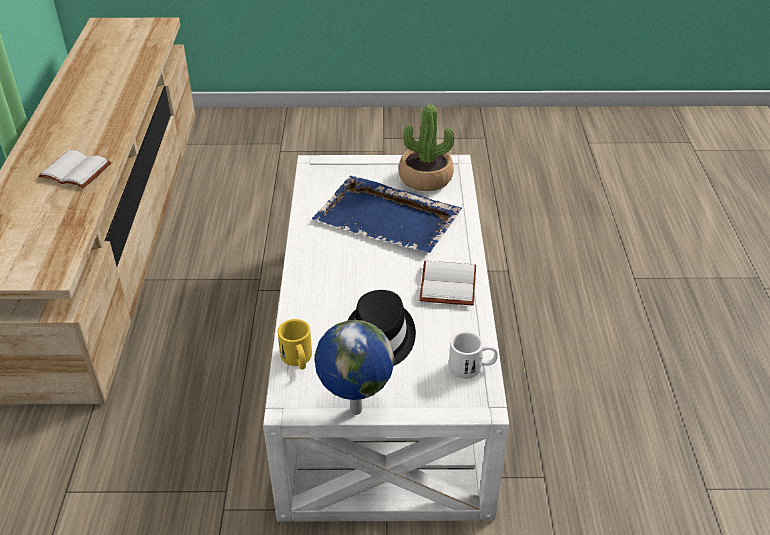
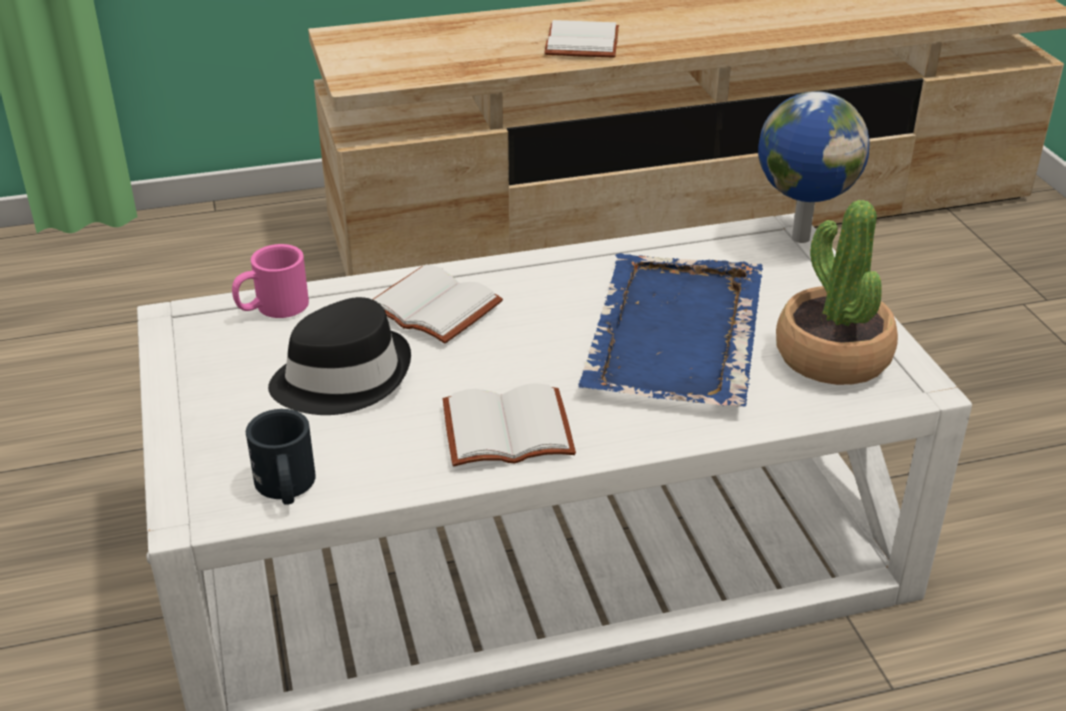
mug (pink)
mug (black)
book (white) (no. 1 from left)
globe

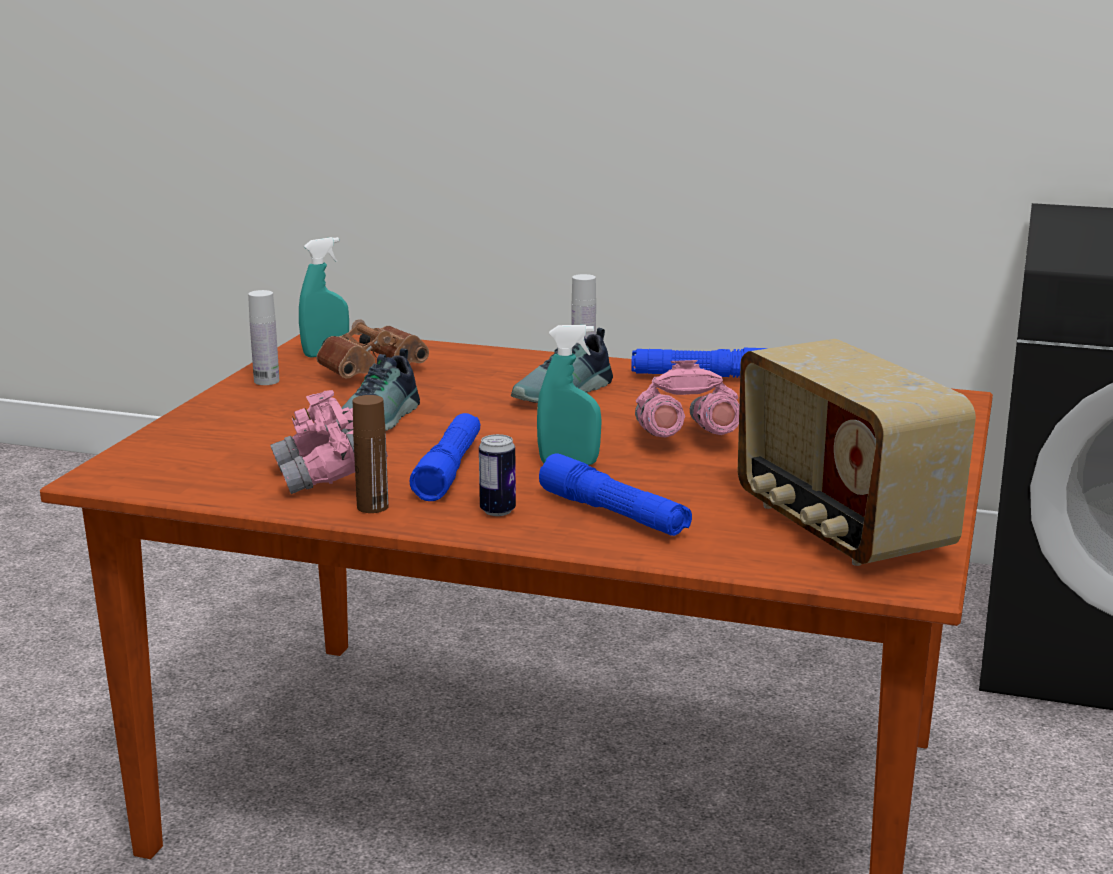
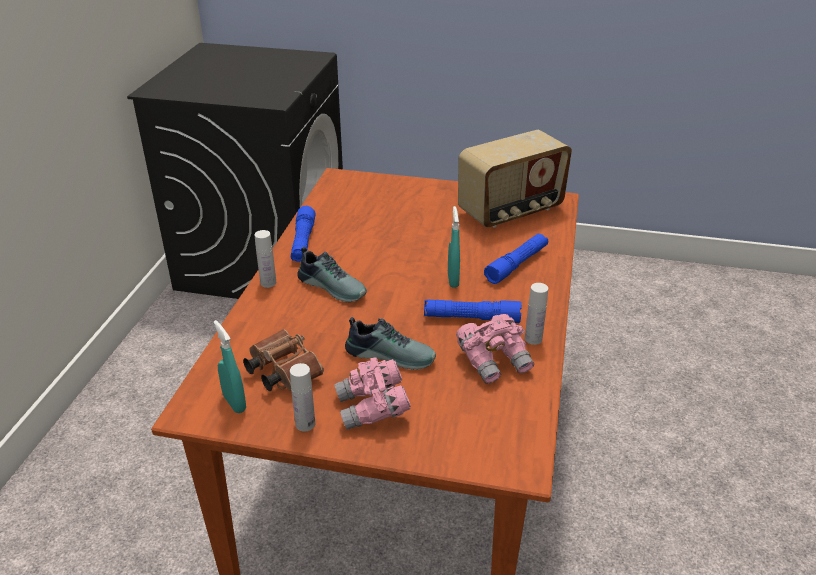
binoculars (pink) (no. 1 from left)
bottle (white) (no. 3 from left)
can

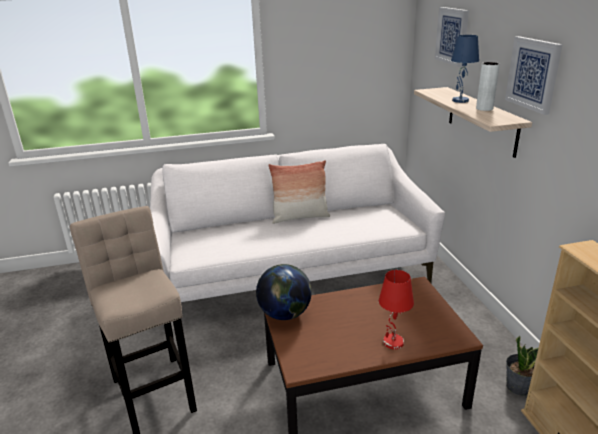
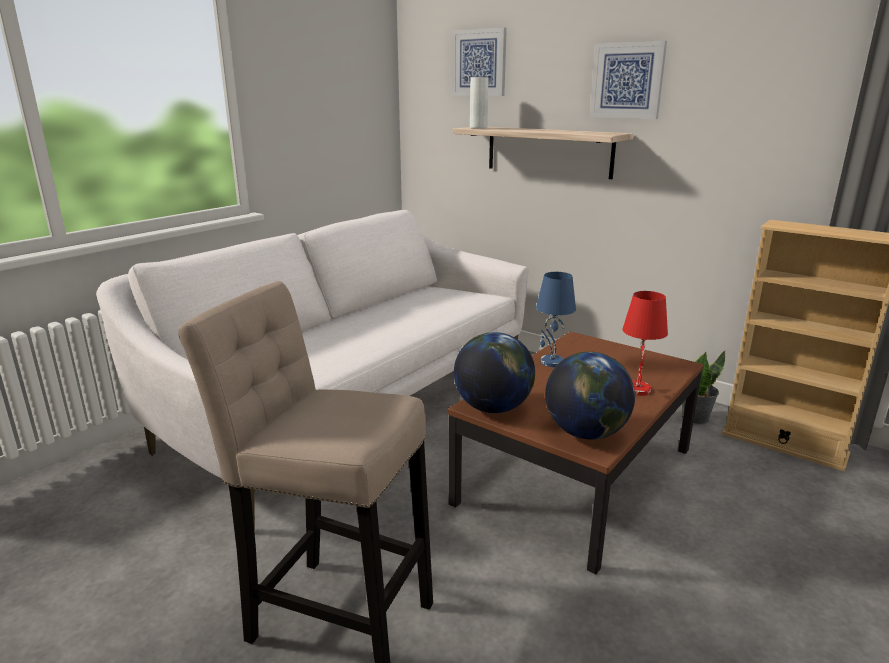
vase (white)
table lamp (blue)
globe (no. 2 from left)
pillow

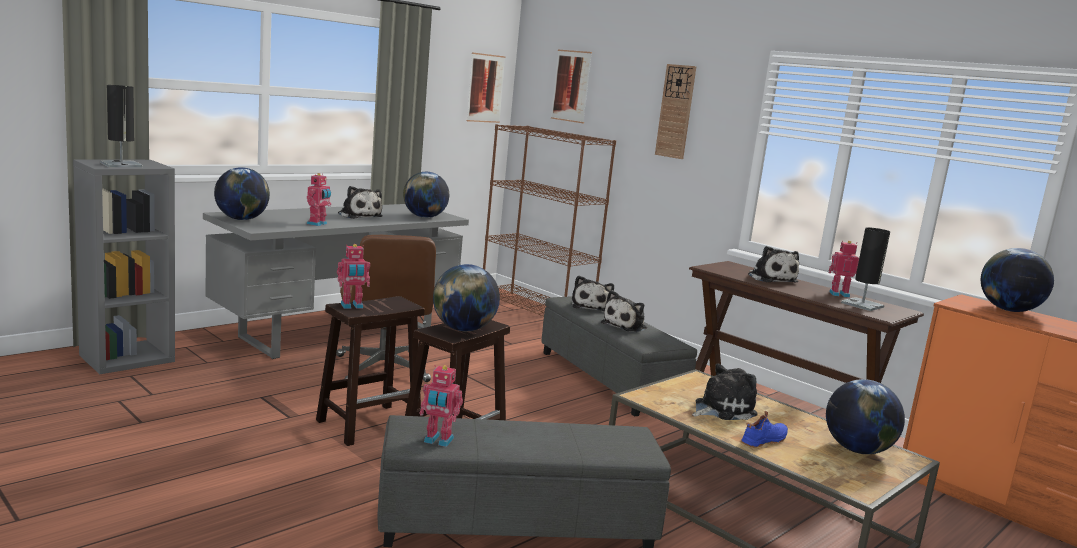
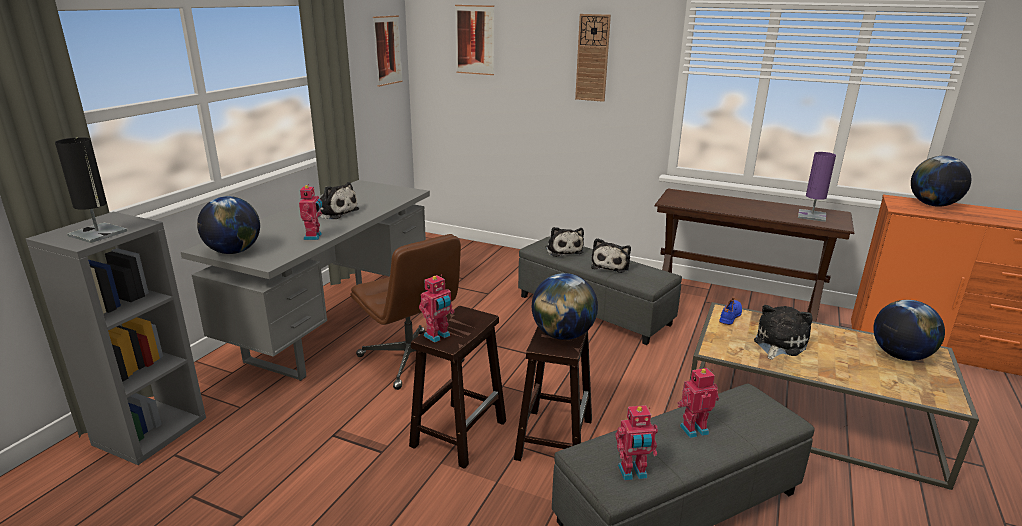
toy robot (no. 4 from left)
shoe (blue)
table lamp (purple)
globe (no. 2 from left in the first image)
bookcase (brown)
plush toy (no. 5 from left in the first image)

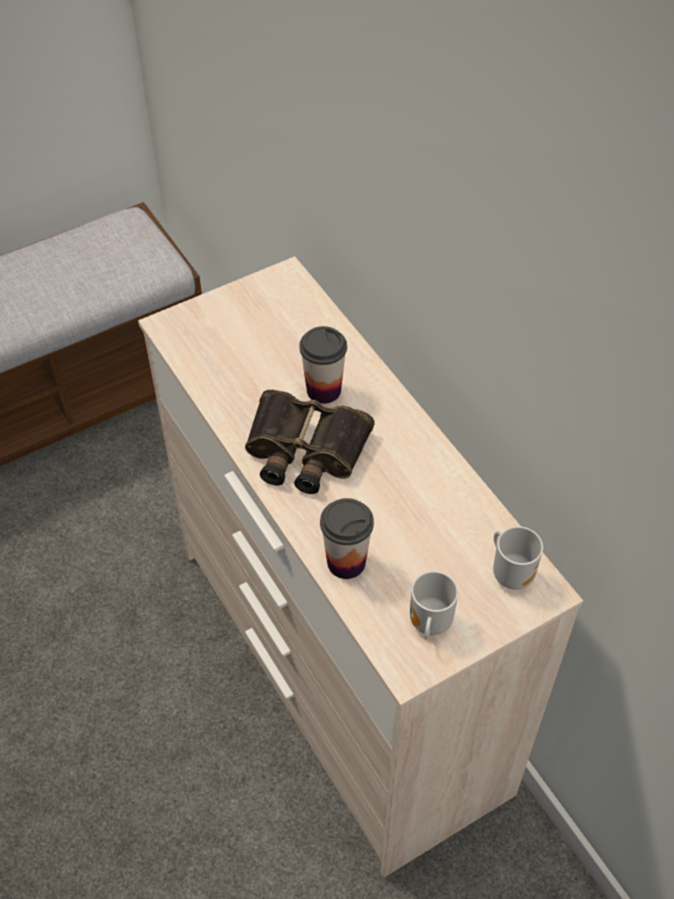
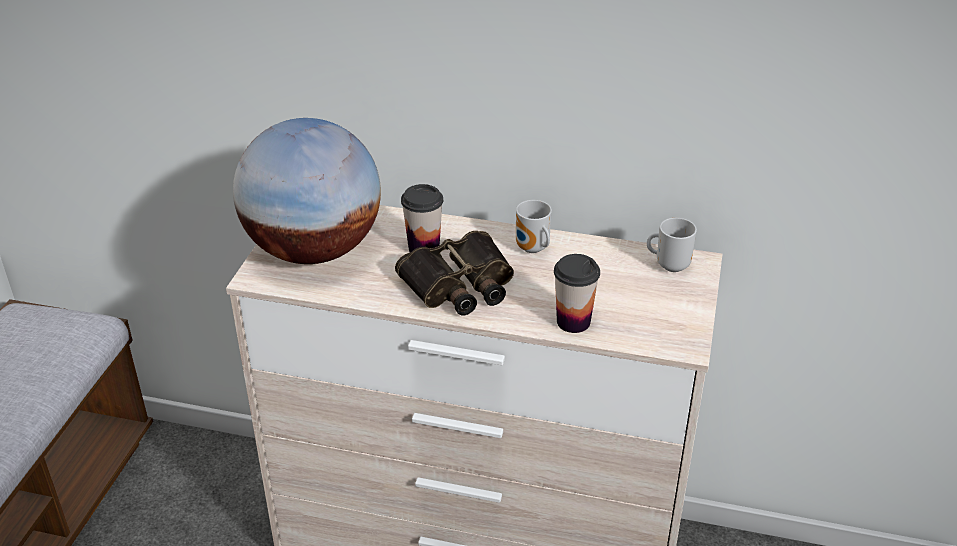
globe
mug (no. 1 from left)

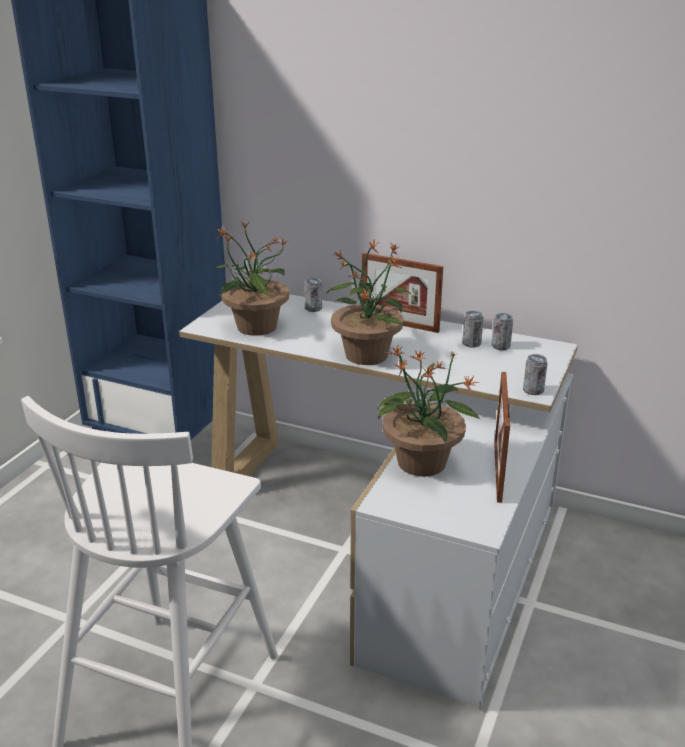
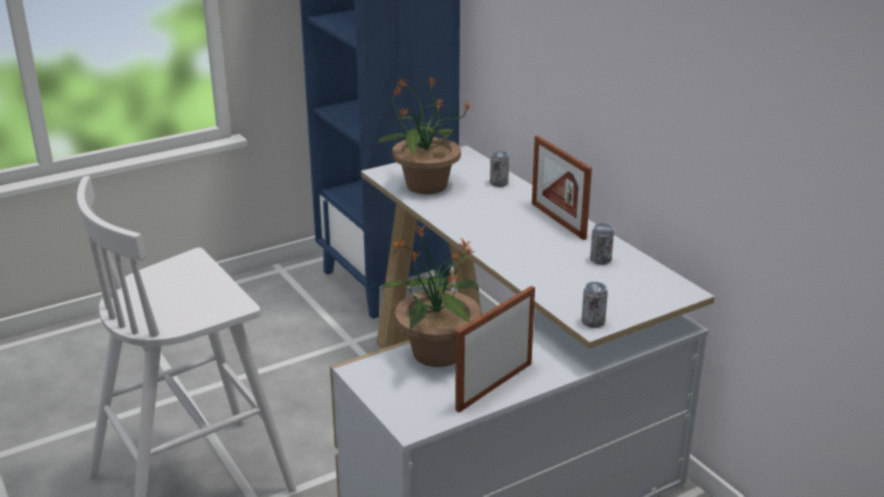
potted plant (no. 2 from left in the first image)
can (no. 3 from left in the first image)

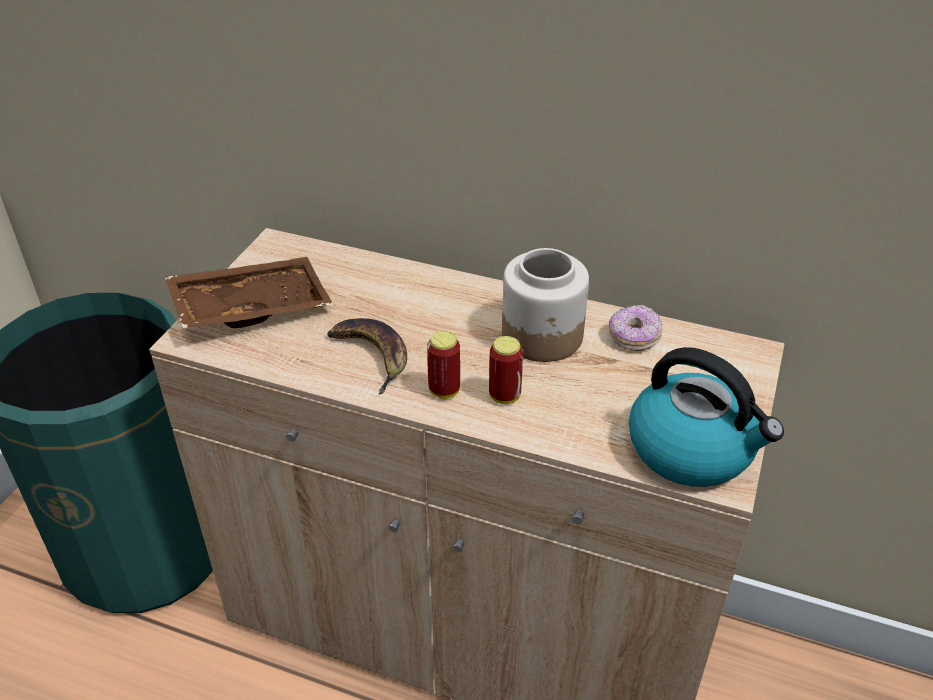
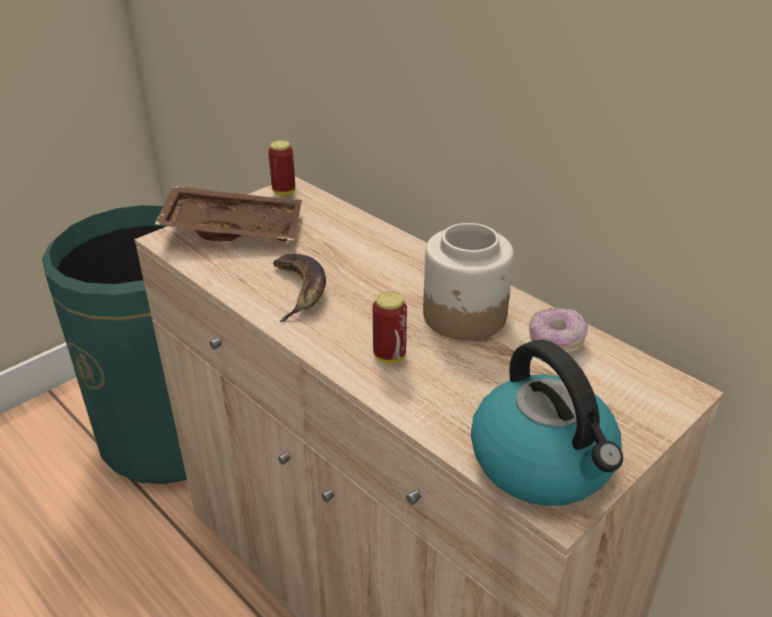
can (no. 1 from left)

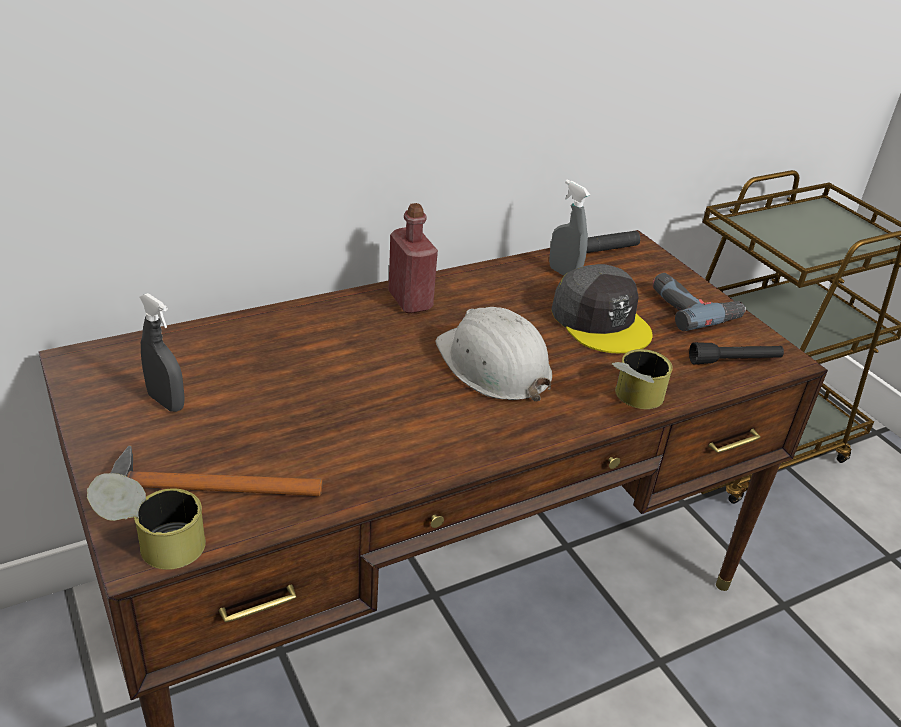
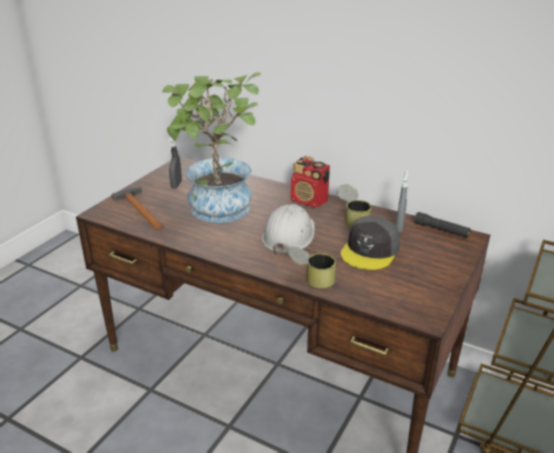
potted plant
radio
can (no. 2 from left)
power drill
flashlight (black) (no. 2 from left in the first image)

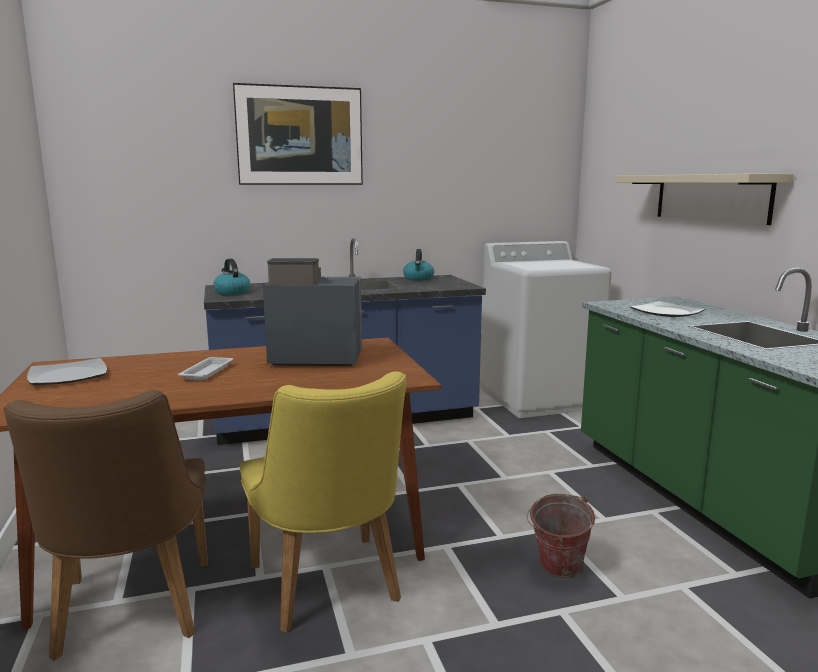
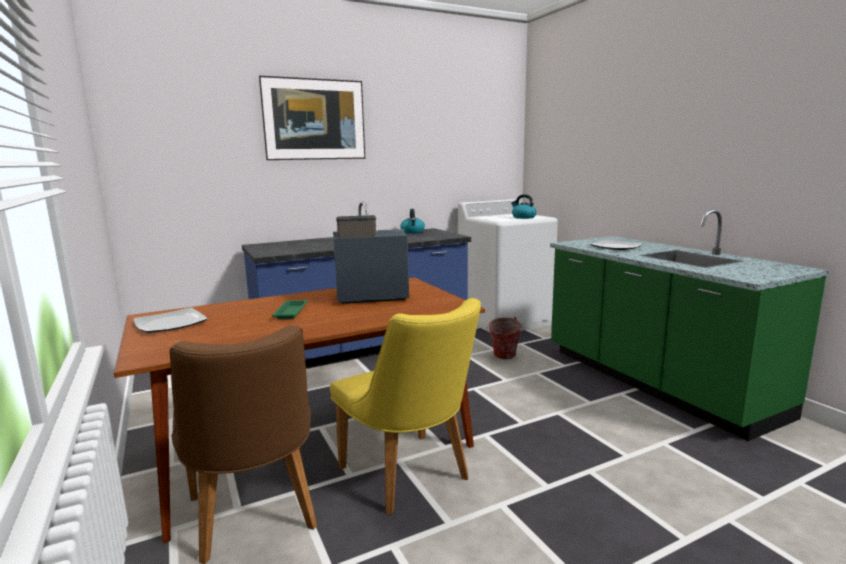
tray (green)
bucket
kettle (no. 2 from left)
shelf (beige)

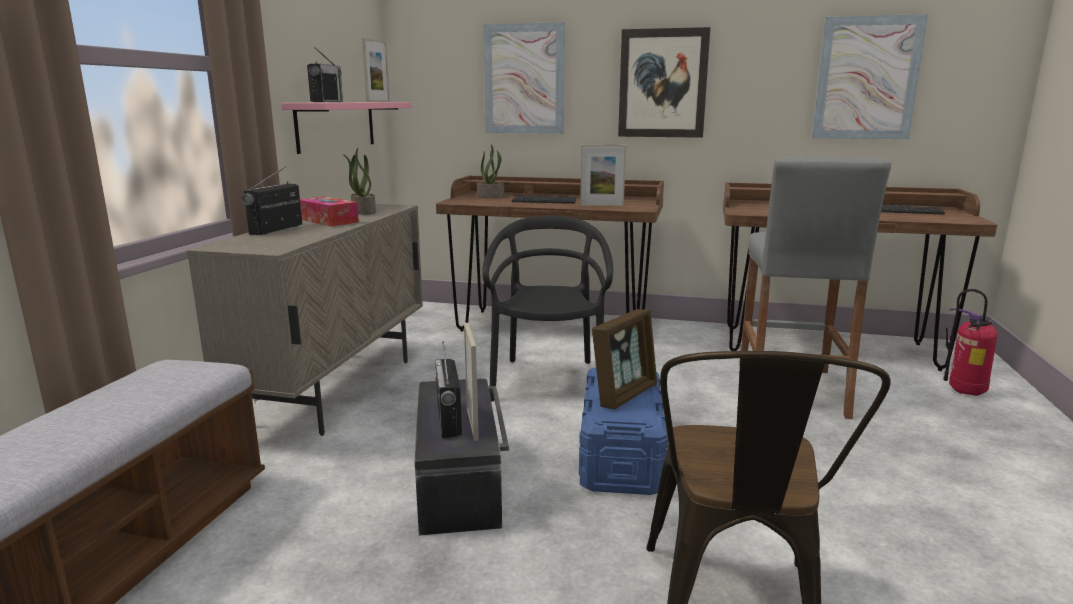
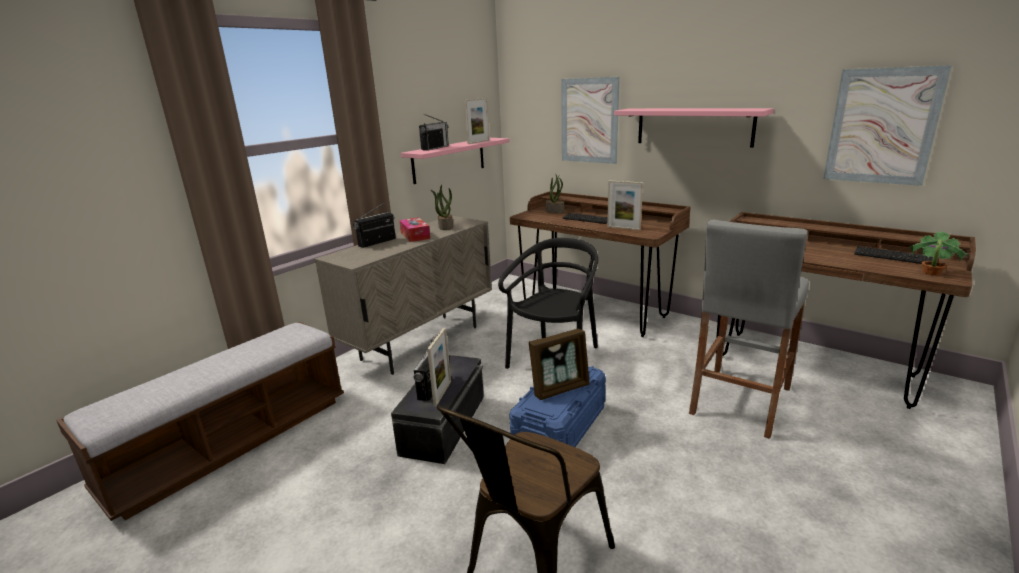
shelf (pink) (no. 2 from left)
potted plant (no. 3 from left)
fire extinguisher

